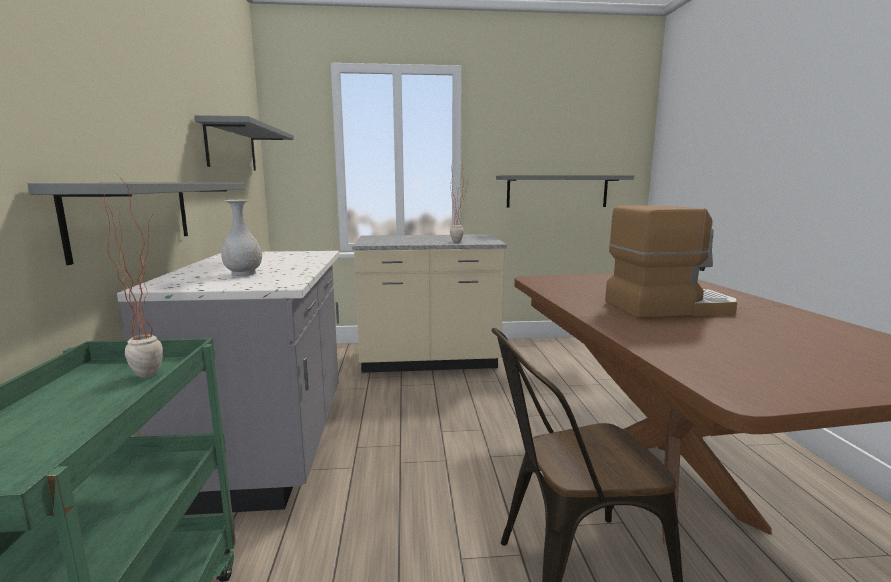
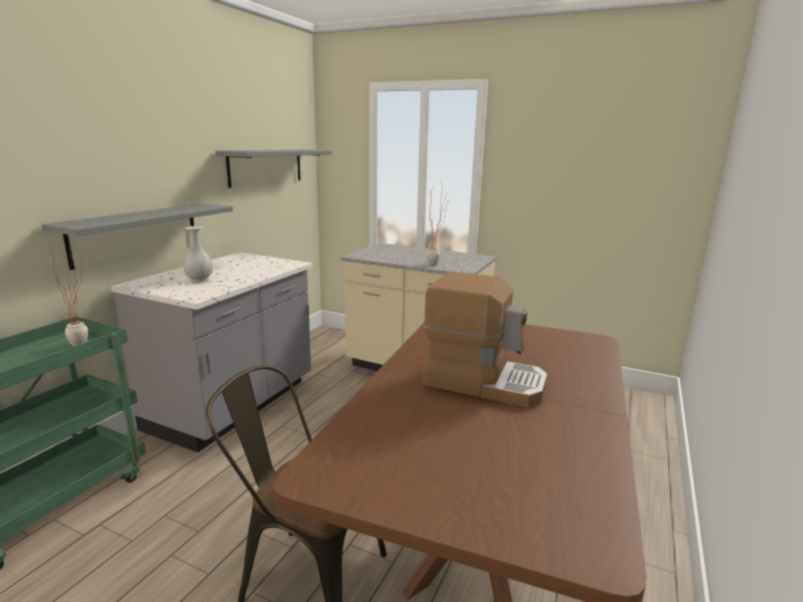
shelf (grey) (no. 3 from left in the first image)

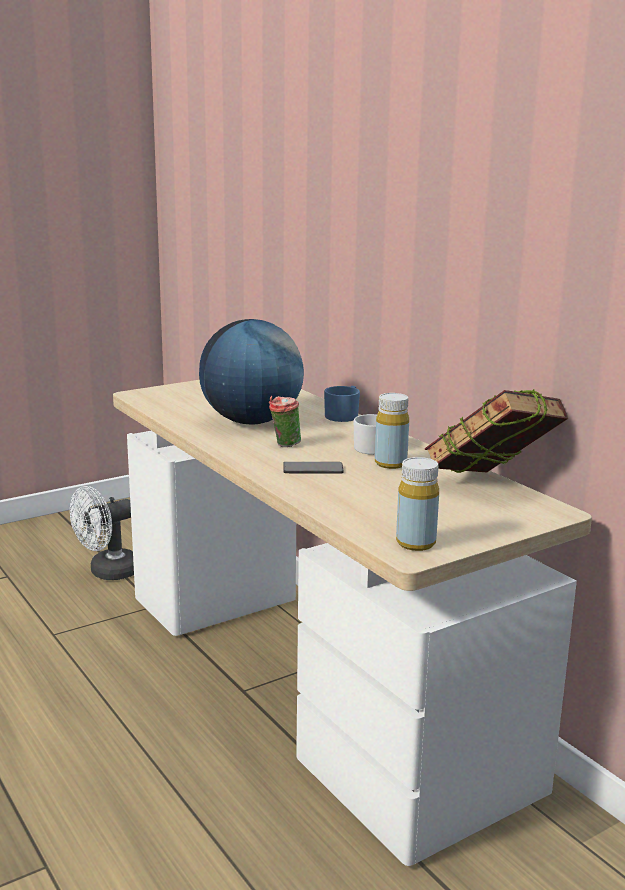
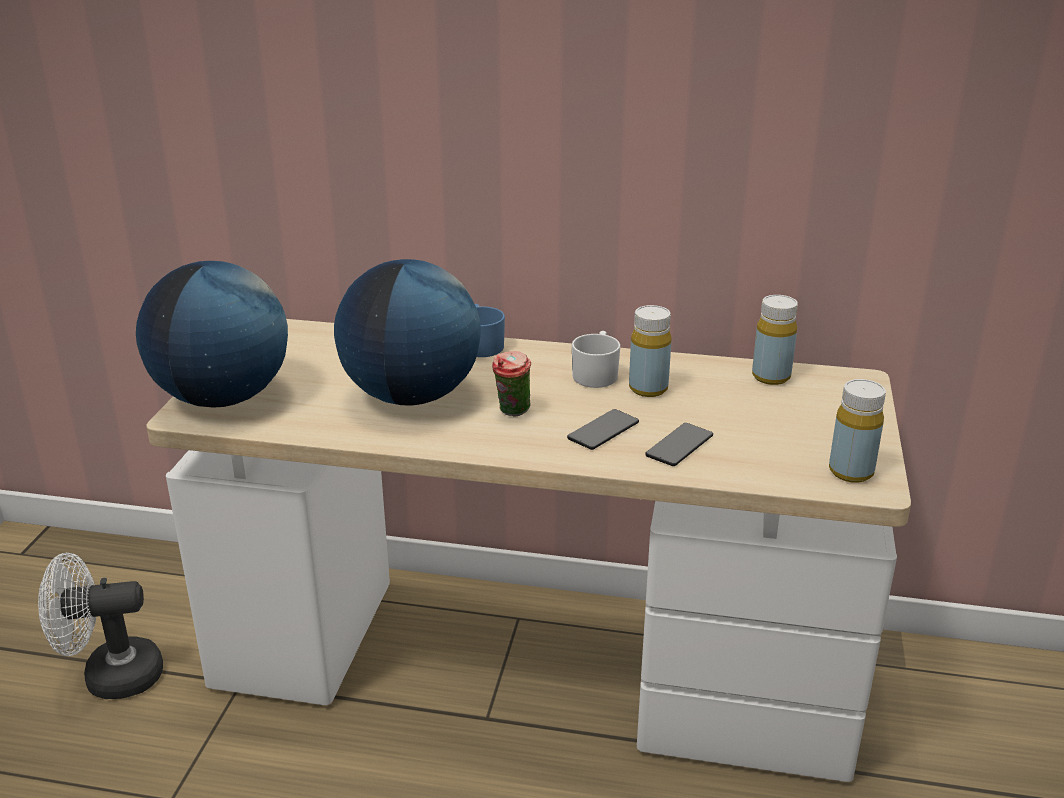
fan (white)
globe (no. 1 from left)
phone (no. 2 from left)
bottle (yellow) (no. 2 from left)

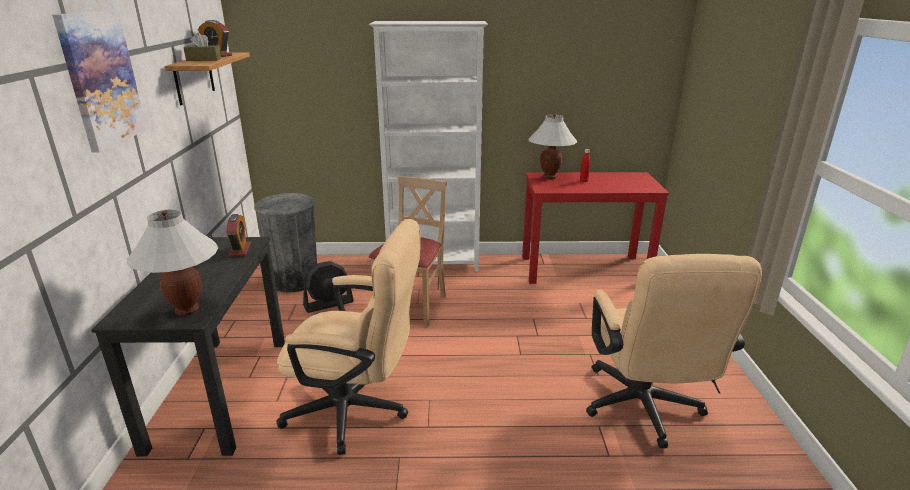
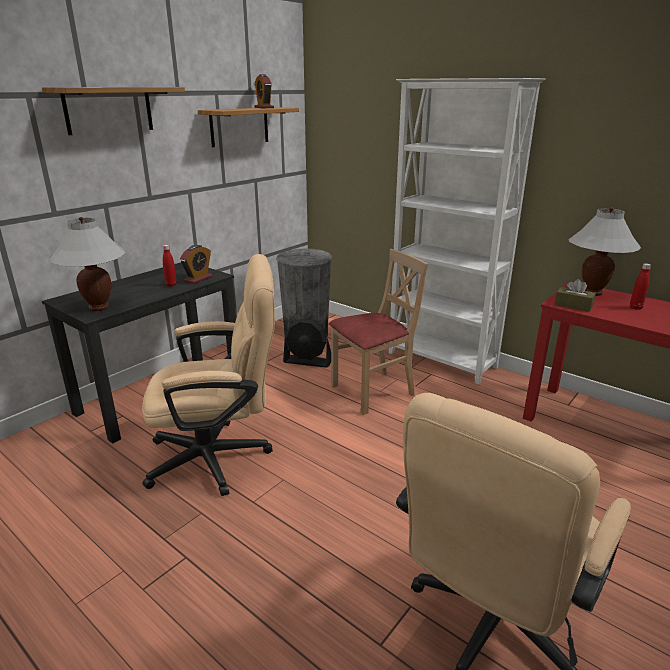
shelf (no. 1 from left)
office chair (beige) (no. 1 from left)
bottle (red) (no. 1 from left)
tissue box (brown)

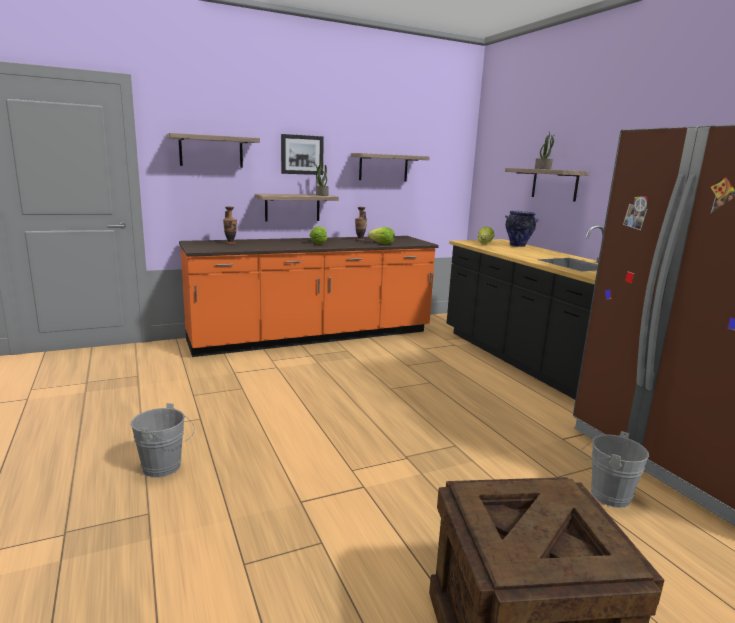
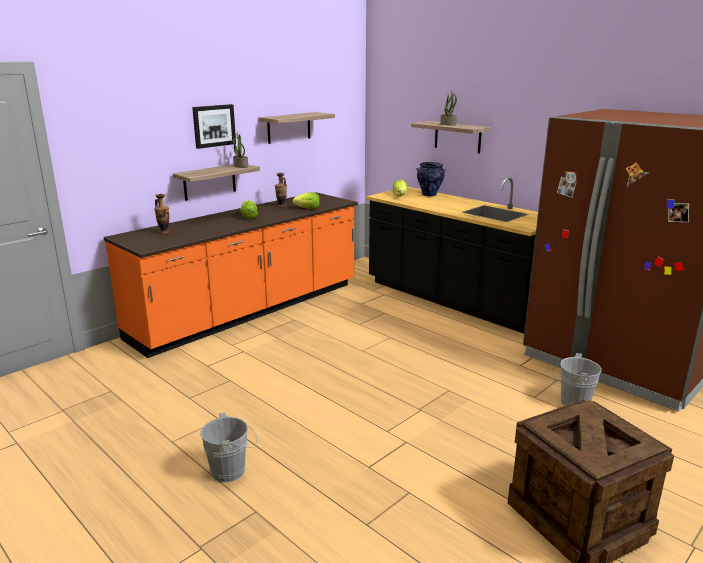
shelf (no. 1 from left in the first image)

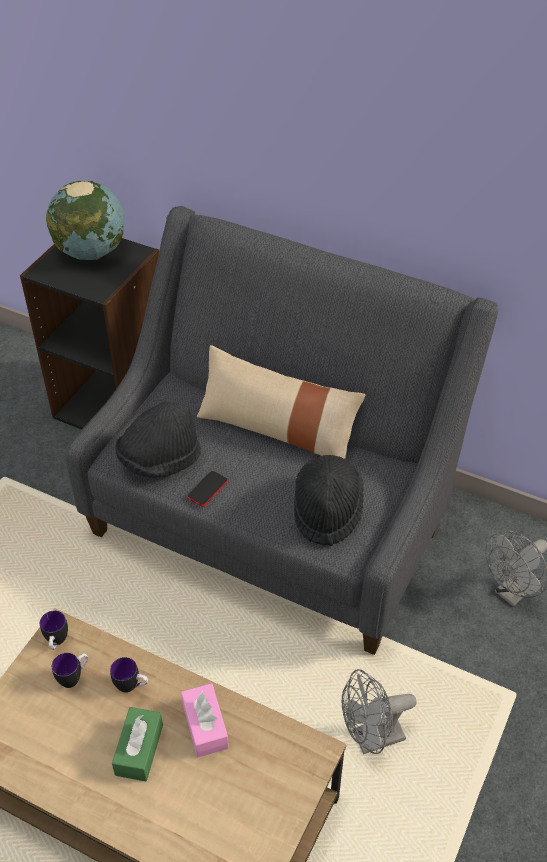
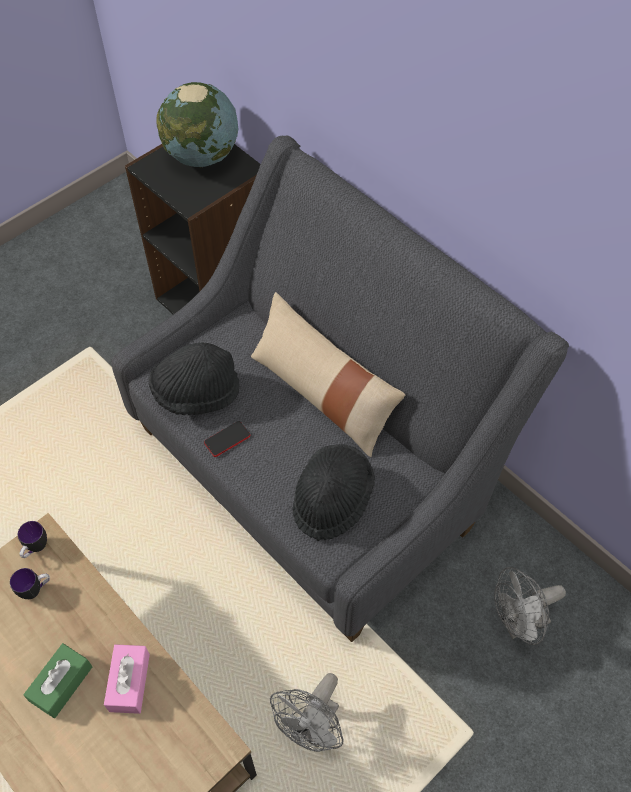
fan (grey) (no. 1 from left)
mug (no. 3 from left in the first image)

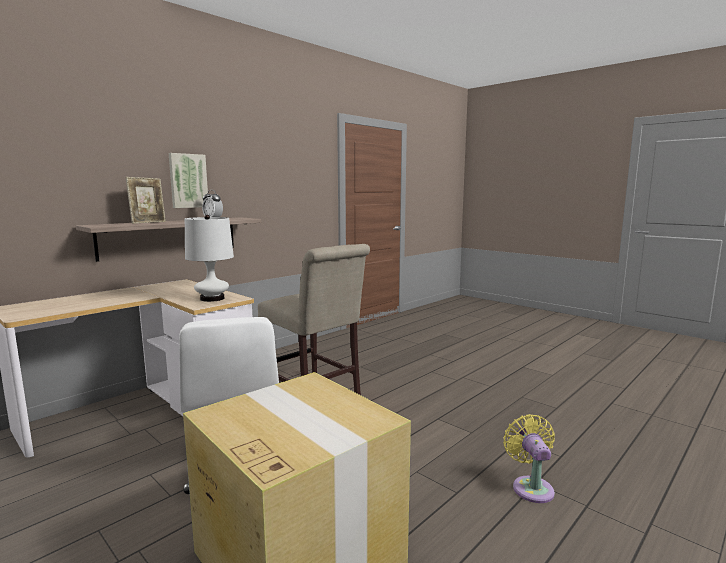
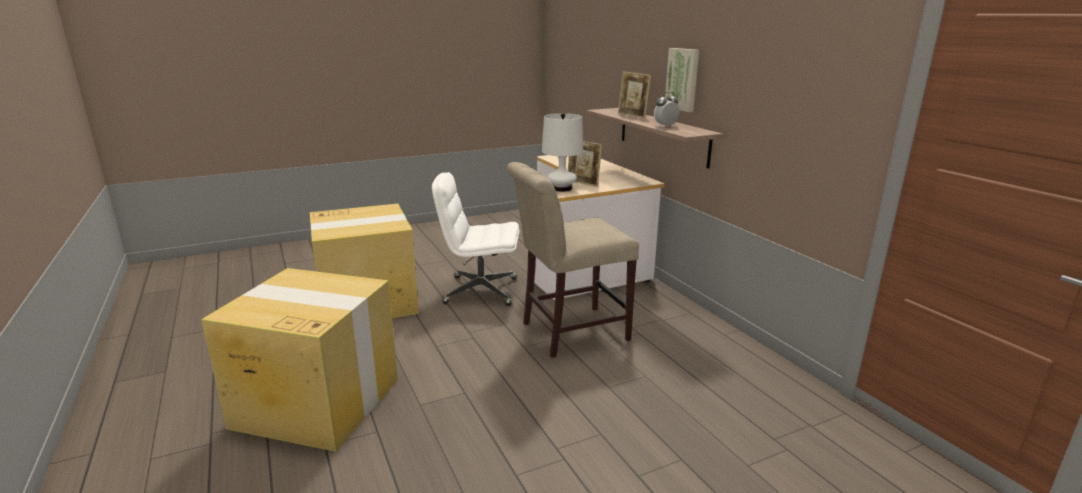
cardboard box (no. 1 from left)
picture frame (no. 1 from left)

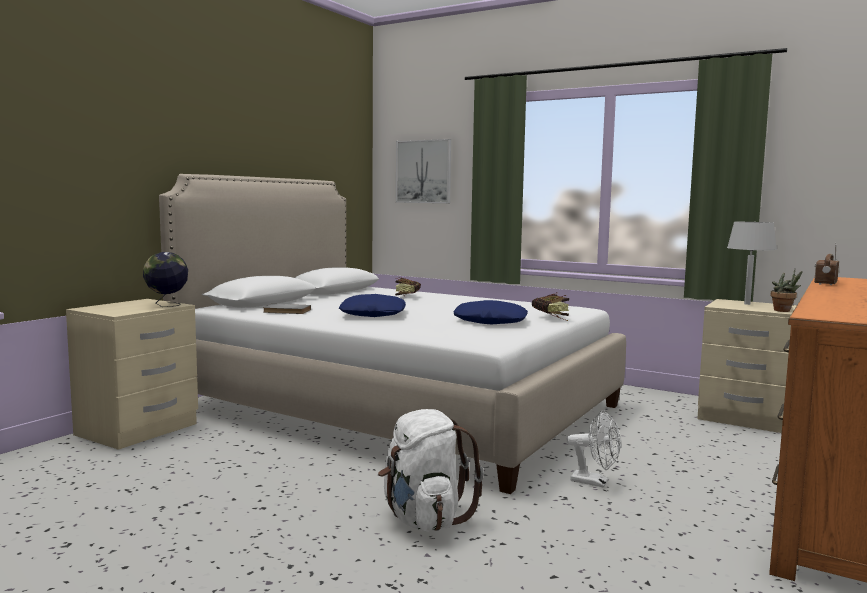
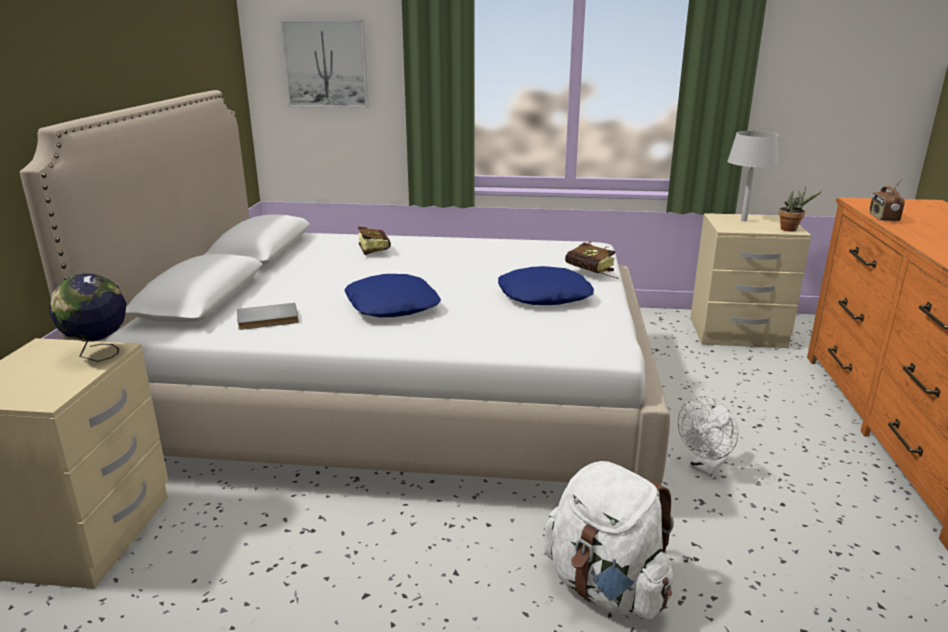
fan (white)

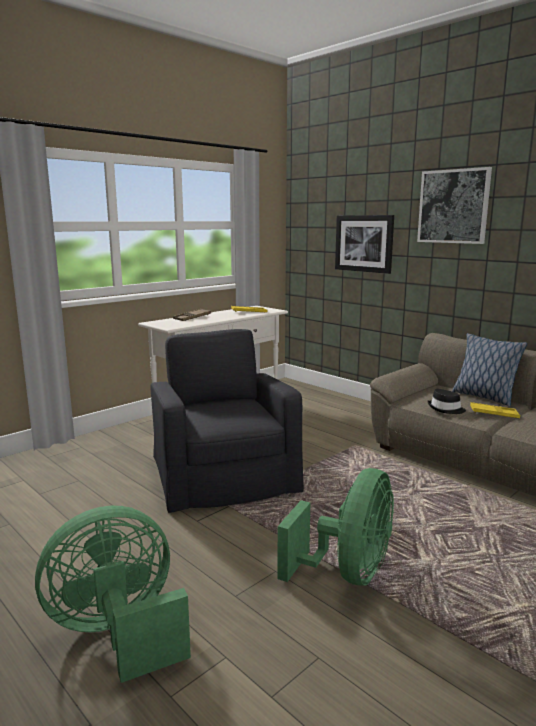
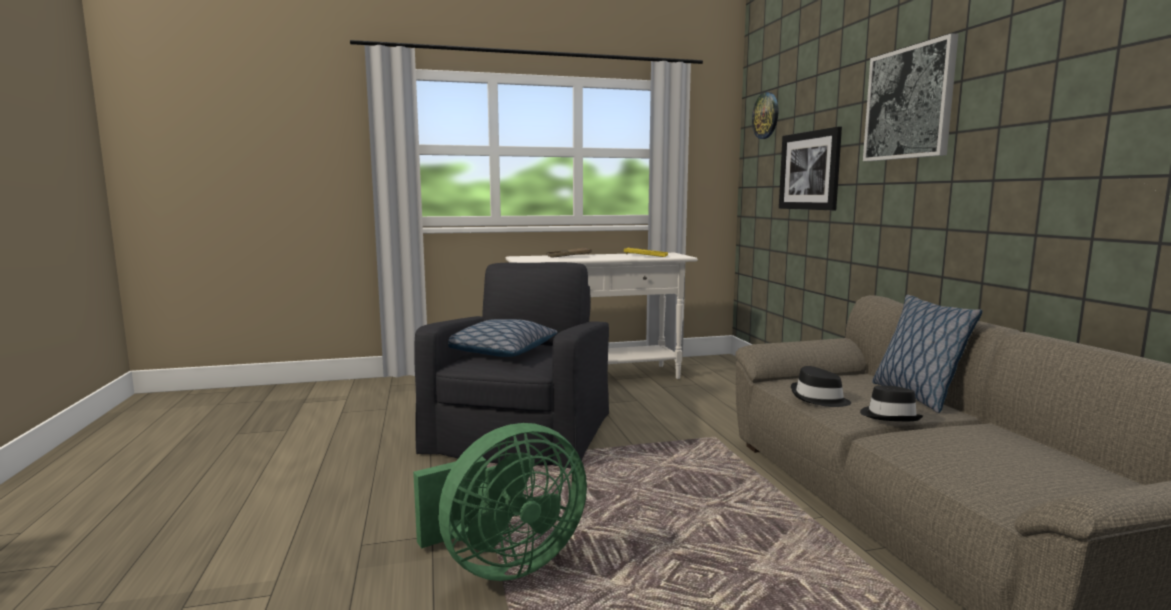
pillow (no. 1 from left)
wall clock
hat (black) (no. 2 from left)
fan (green) (no. 1 from left in the first image)

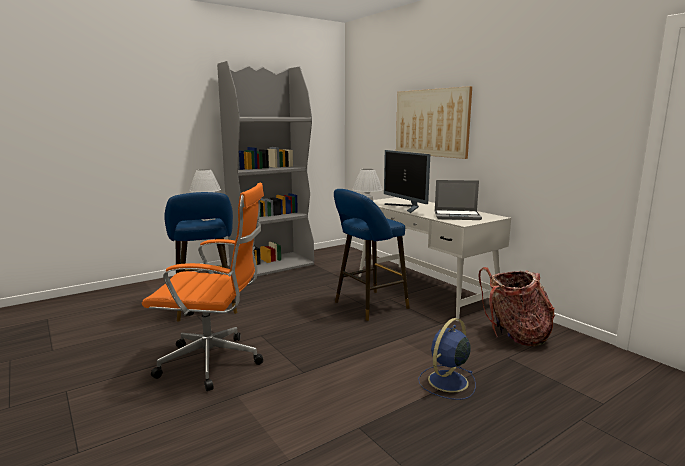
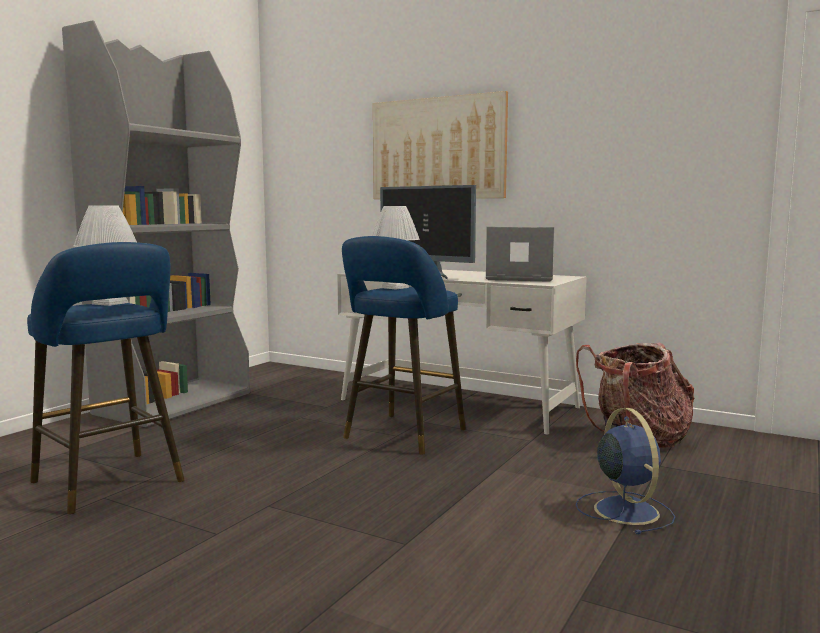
laptop
fan (blue)
office chair (orange)

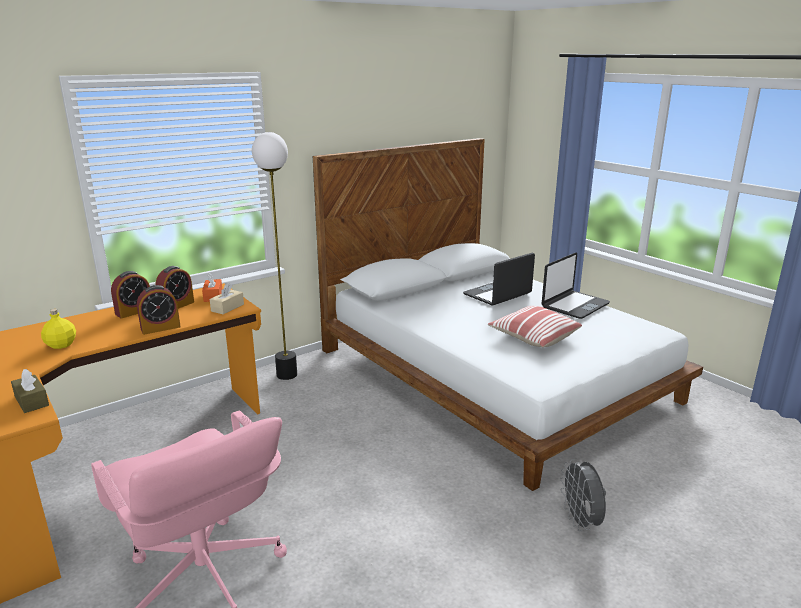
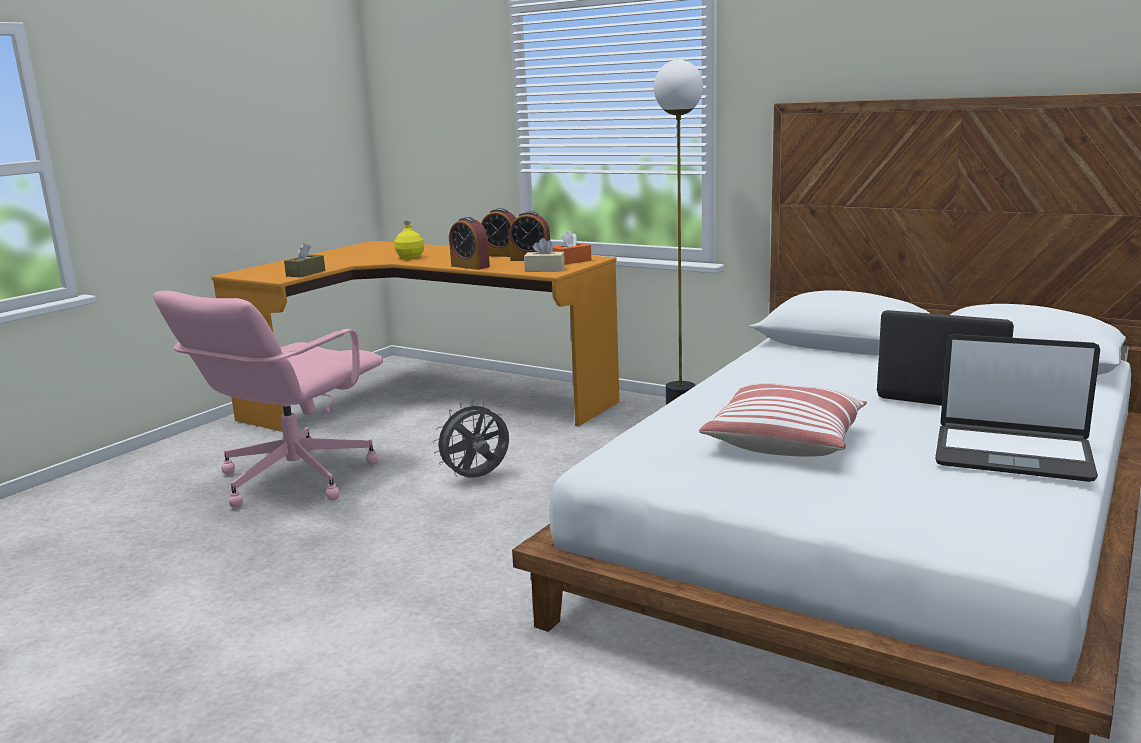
fan (grey)

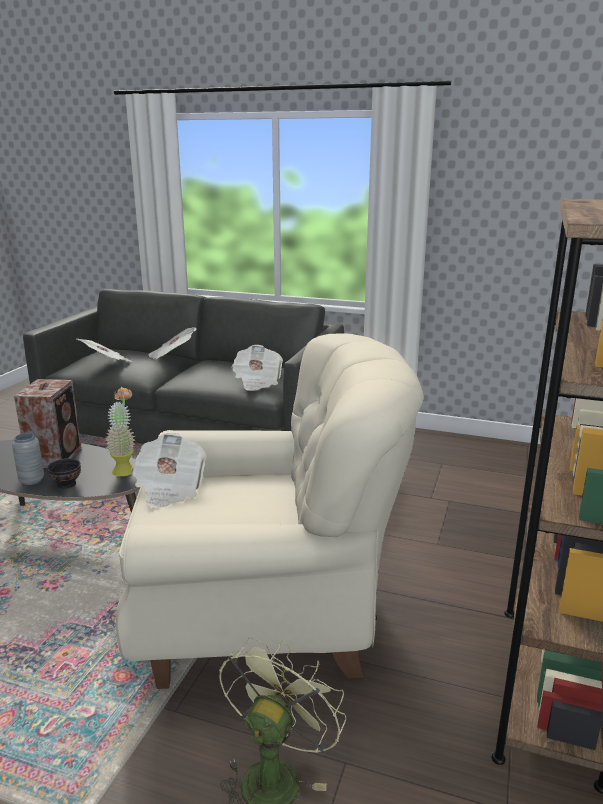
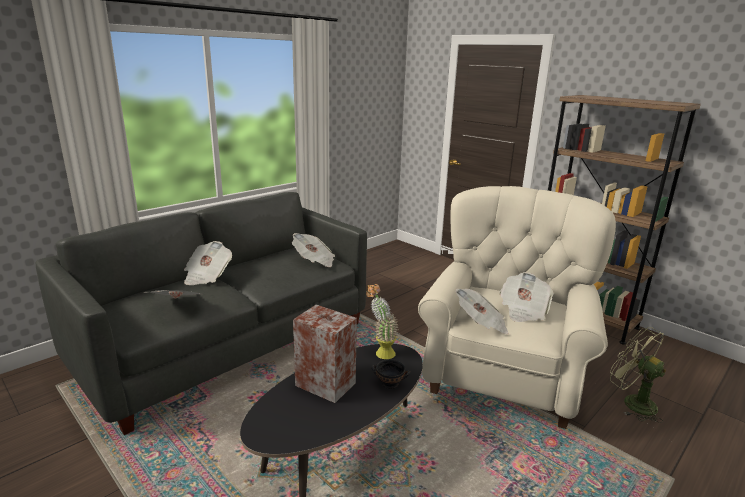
newspaper (no. 5 from left)
vase (grey)

